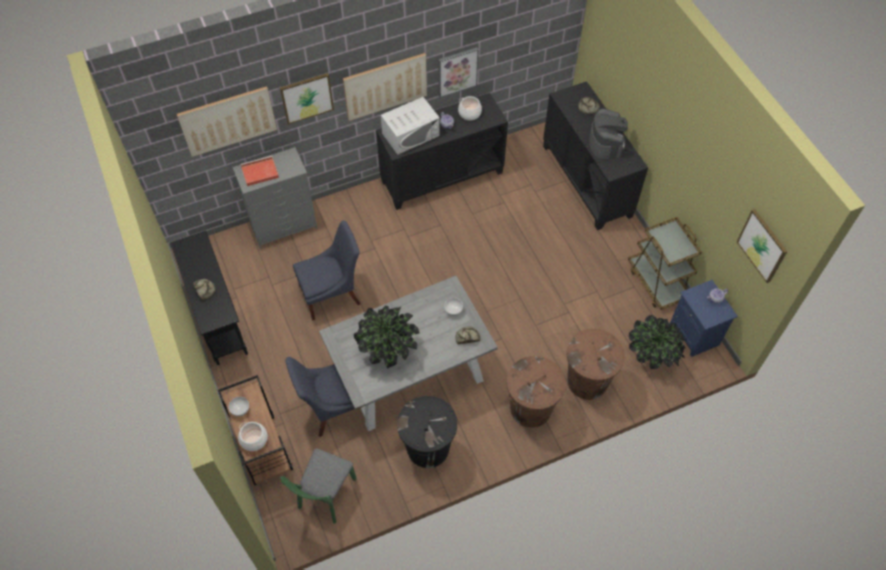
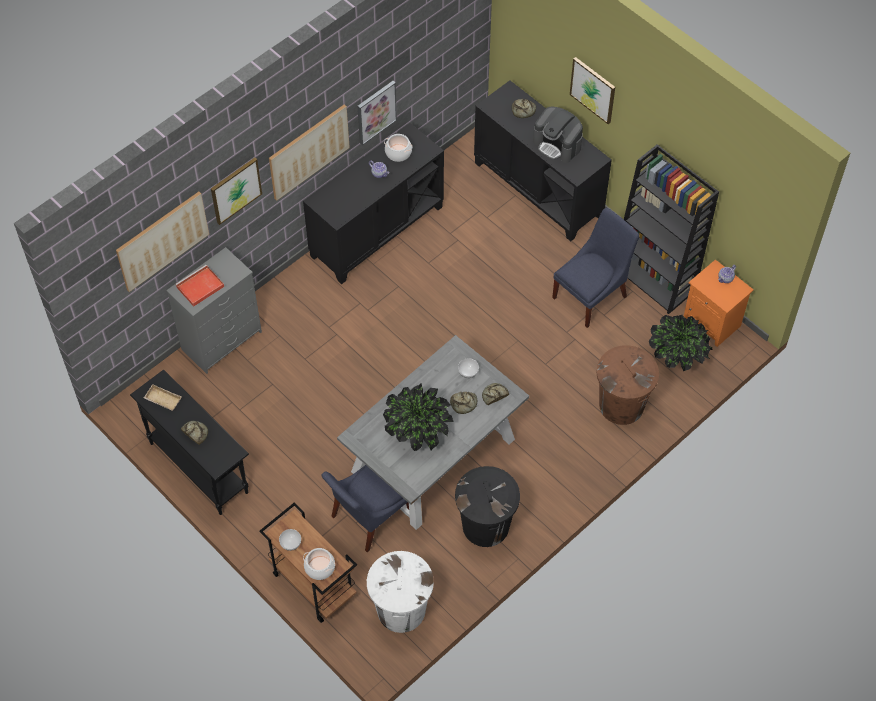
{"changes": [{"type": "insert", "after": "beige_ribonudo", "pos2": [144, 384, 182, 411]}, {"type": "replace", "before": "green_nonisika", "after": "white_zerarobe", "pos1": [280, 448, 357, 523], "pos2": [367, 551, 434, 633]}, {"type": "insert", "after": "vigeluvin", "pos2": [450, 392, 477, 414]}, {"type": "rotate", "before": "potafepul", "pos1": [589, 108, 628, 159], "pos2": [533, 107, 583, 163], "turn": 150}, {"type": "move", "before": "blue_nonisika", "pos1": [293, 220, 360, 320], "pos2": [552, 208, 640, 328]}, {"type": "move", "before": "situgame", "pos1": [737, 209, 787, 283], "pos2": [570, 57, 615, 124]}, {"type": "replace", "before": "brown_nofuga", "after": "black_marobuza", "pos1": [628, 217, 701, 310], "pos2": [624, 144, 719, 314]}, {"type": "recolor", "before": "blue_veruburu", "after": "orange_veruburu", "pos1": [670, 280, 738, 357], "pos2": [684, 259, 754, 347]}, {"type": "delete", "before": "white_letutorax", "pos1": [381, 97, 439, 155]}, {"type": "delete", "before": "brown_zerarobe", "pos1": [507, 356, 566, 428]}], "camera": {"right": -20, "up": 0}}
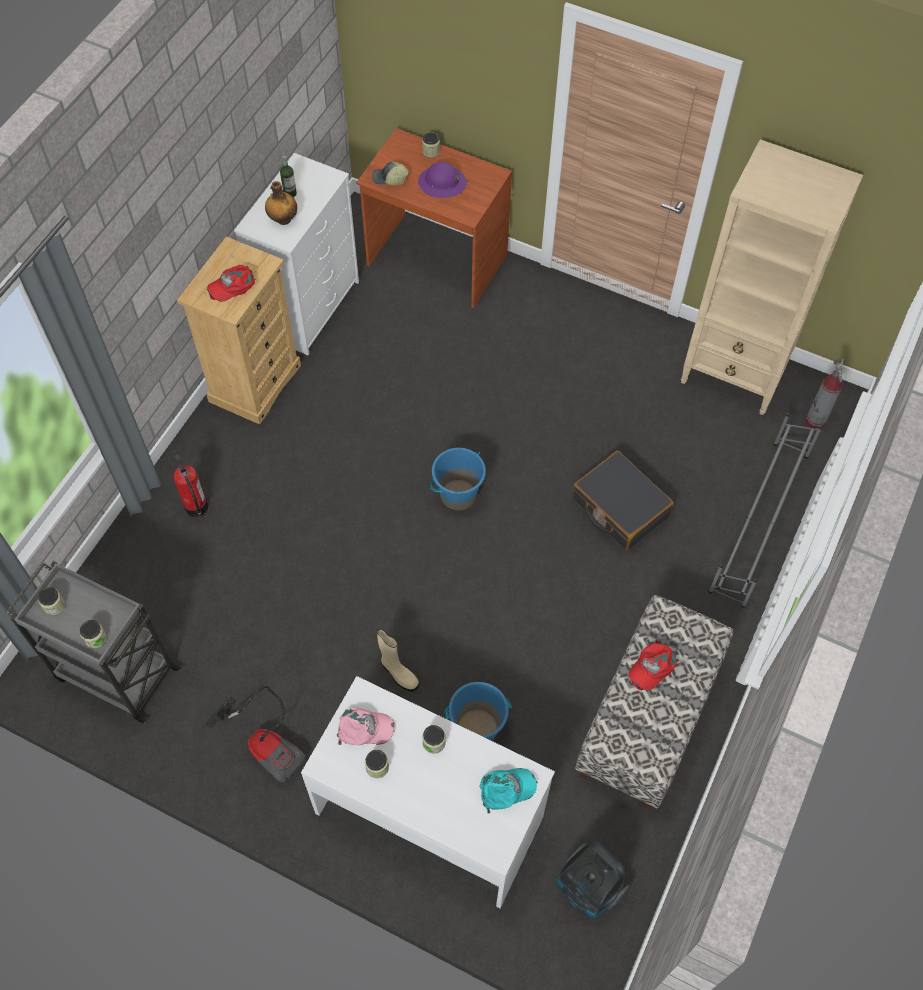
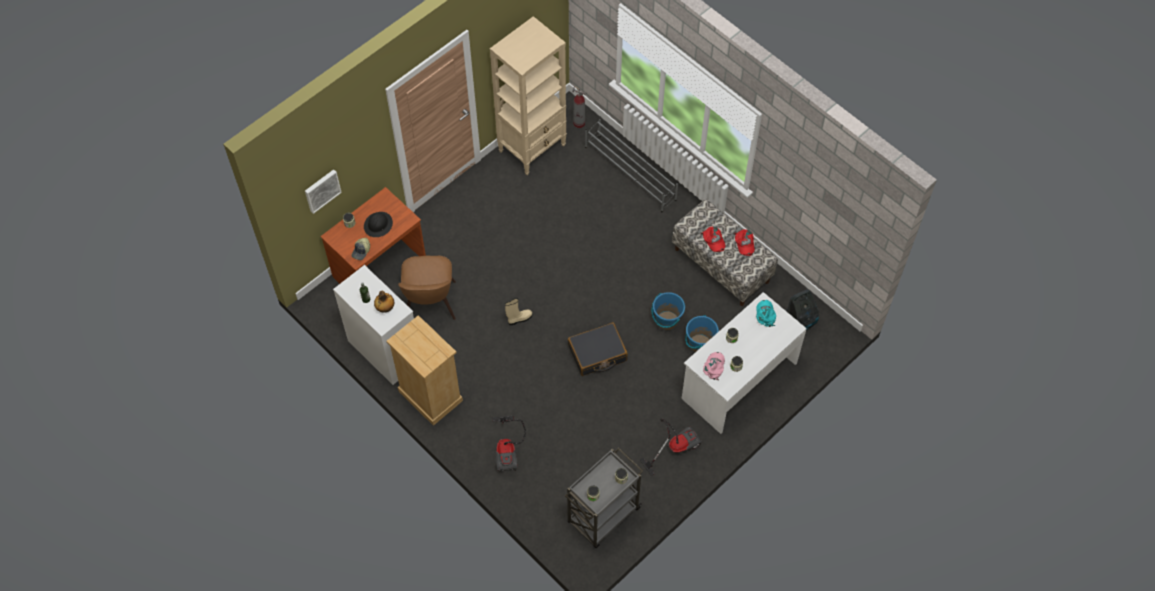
{"changes": [{"type": "insert", "after": "situgame", "pos2": [305, 169, 342, 214]}, {"type": "recolor", "before": "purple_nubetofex", "after": "black_nubetofex", "pos1": [418, 162, 467, 198], "pos2": [364, 212, 393, 237]}, {"type": "insert", "after": "brown_nonisika", "pos2": [398, 256, 456, 320]}, {"type": "replace", "before": "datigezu", "after": "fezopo", "pos1": [173, 450, 208, 518], "pos2": [492, 416, 526, 472]}, {"type": "move", "before": "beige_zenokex", "pos1": [377, 629, 419, 692], "pos2": [505, 298, 532, 325]}, {"type": "move", "before": "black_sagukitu", "pos1": [572, 450, 674, 551], "pos2": [568, 323, 628, 376]}, {"type": "move", "before": "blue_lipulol", "pos1": [430, 448, 486, 510], "pos2": [652, 292, 685, 330]}, {"type": "move", "before": "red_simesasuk", "pos1": [207, 265, 255, 302], "pos2": [734, 229, 755, 256]}], "camera": {"right": -70, "up": 0}}
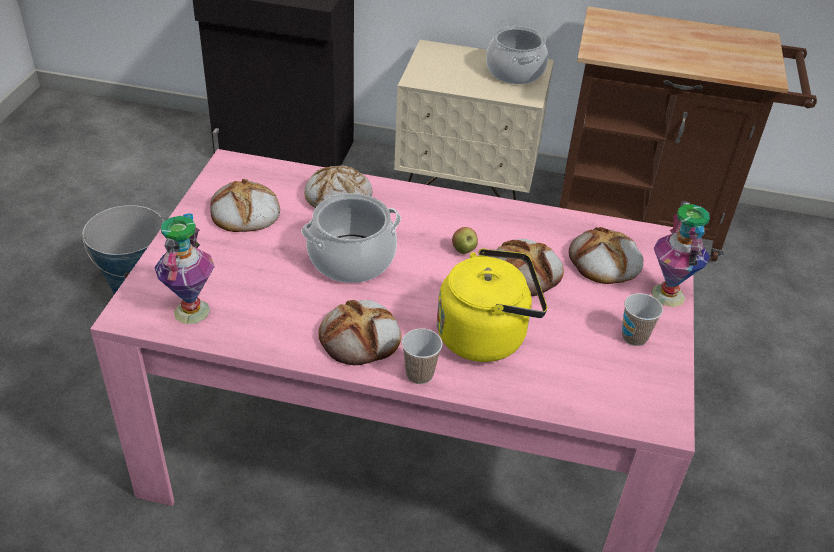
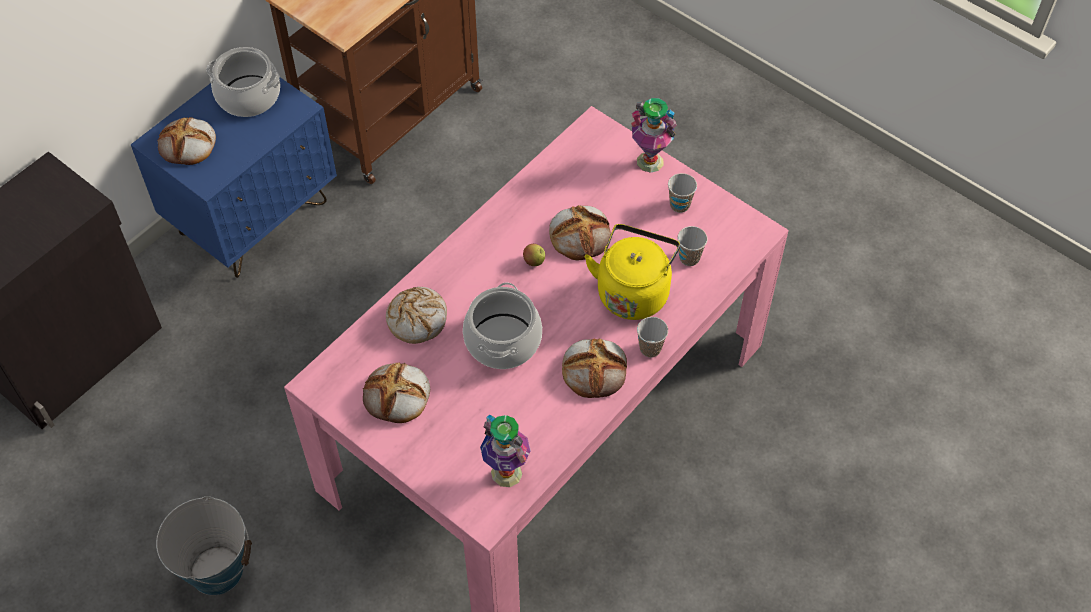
{"changes": [{"type": "recolor", "before": "beige_veruburu", "after": "blue_veruburu", "pos1": [394, 40, 554, 200], "pos2": [131, 77, 337, 278]}, {"type": "move", "before": "vigeluvin", "pos1": [569, 227, 643, 284], "pos2": [157, 117, 216, 165]}, {"type": "insert", "after": "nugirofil", "pos2": [677, 226, 708, 266]}], "camera": {"right": -60, "up": 15}}
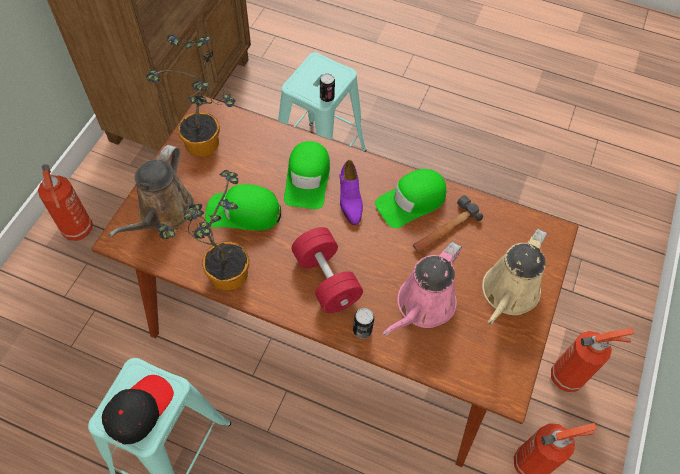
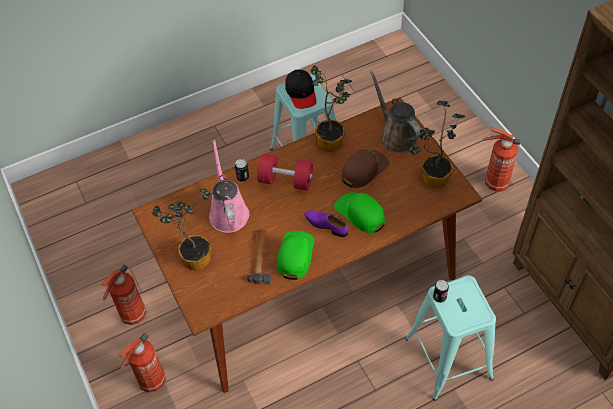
{"changes": [{"type": "replace", "before": "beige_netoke", "after": "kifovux", "pos1": [482, 229, 547, 325], "pos2": [152, 188, 212, 270]}, {"type": "recolor", "before": "green_simesasuk", "after": "brown_simesasuk", "pos1": [205, 184, 281, 231], "pos2": [342, 149, 390, 188]}], "camera": {"right": 135, "up": -5}}
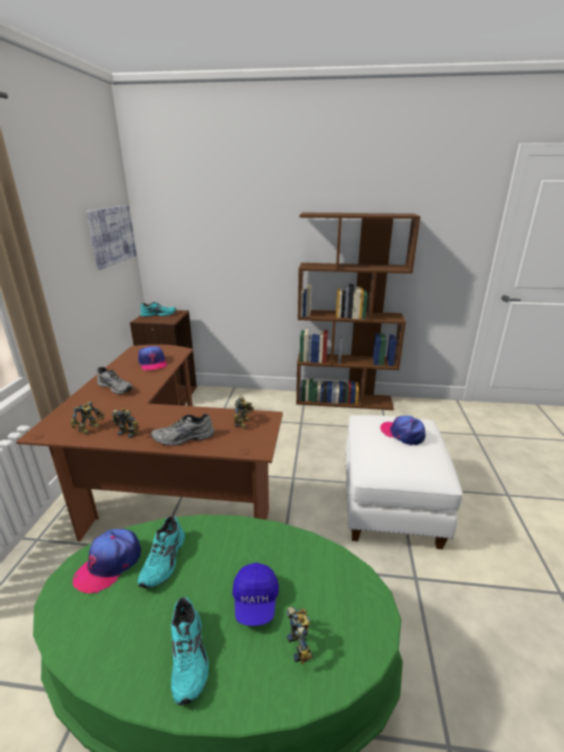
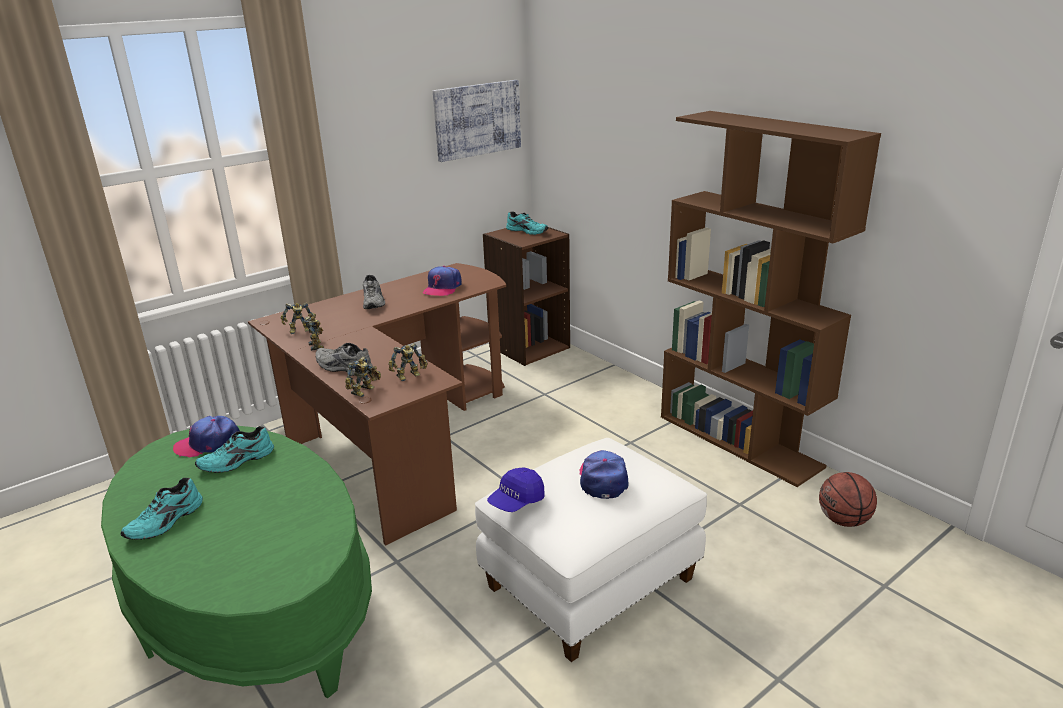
{"changes": [{"type": "move", "before": "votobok", "pos1": [287, 607, 313, 664], "pos2": [345, 356, 381, 397]}, {"type": "move", "before": "blue_simesasuk", "pos1": [232, 563, 279, 626], "pos2": [487, 467, 545, 512]}, {"type": "insert", "after": "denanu", "pos2": [819, 472, 877, 527]}], "camera": {"right": 45, "up": 0}}
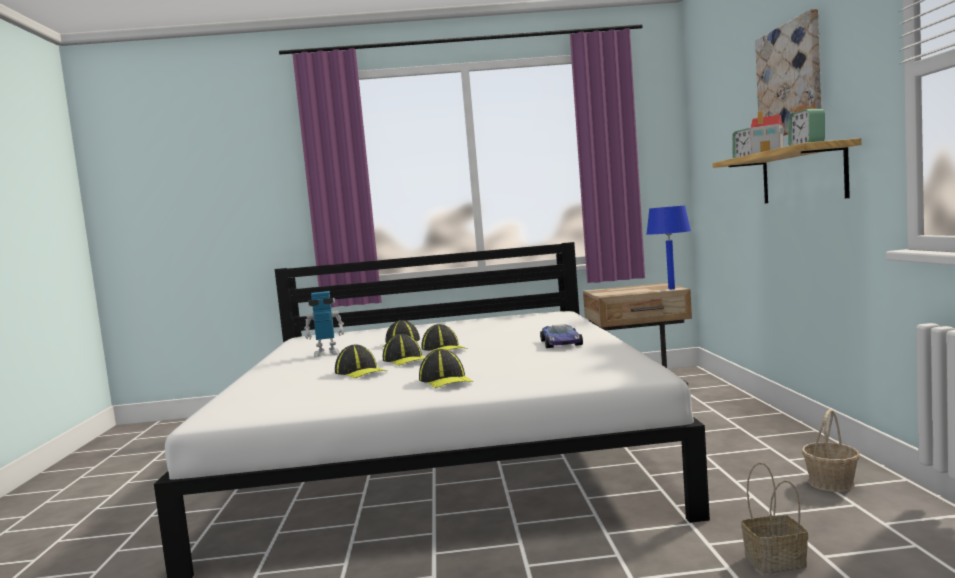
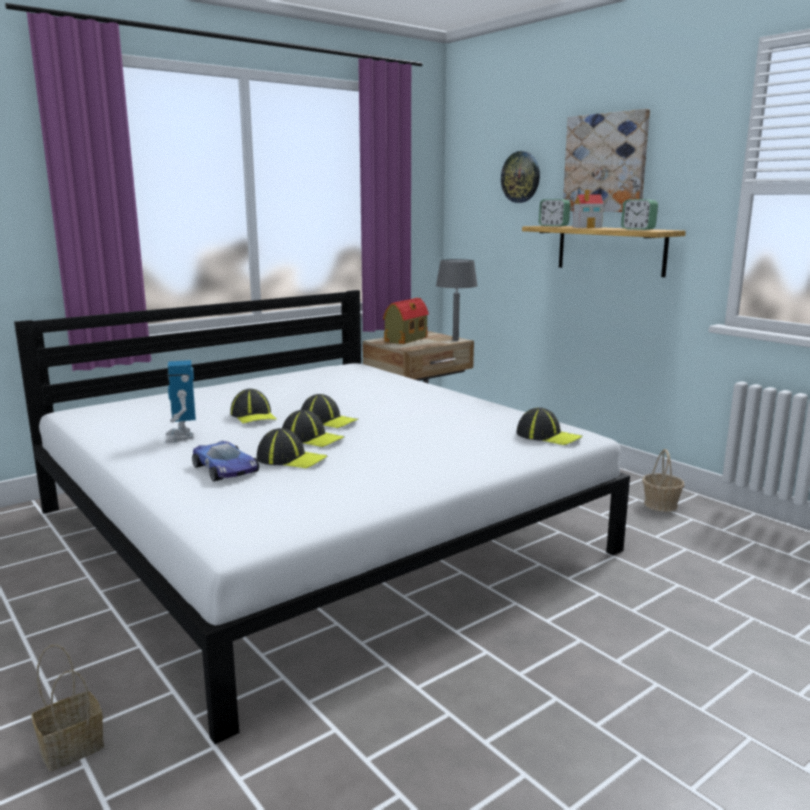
{"changes": [{"type": "move", "before": "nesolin", "pos1": [741, 463, 808, 574], "pos2": [31, 644, 104, 771]}, {"type": "rotate", "before": "votobok", "pos1": [304, 291, 344, 358], "pos2": [165, 360, 196, 443], "turn": 120}, {"type": "move", "before": "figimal", "pos1": [540, 324, 583, 348], "pos2": [192, 441, 259, 481]}, {"type": "insert", "after": "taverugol", "pos2": [383, 298, 429, 344]}, {"type": "recolor", "before": "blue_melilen", "after": "grey_melilen", "pos1": [647, 206, 691, 289], "pos2": [436, 259, 478, 341]}, {"type": "insert", "after": "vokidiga", "pos2": [501, 151, 540, 203]}, {"type": "move", "before": "simesasuk", "pos1": [419, 349, 474, 388], "pos2": [517, 407, 583, 445]}], "camera": {"right": -35, "up": 10}}
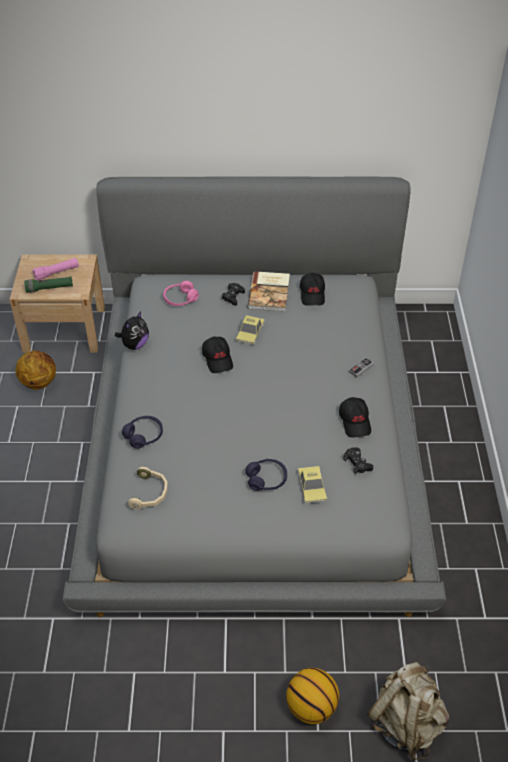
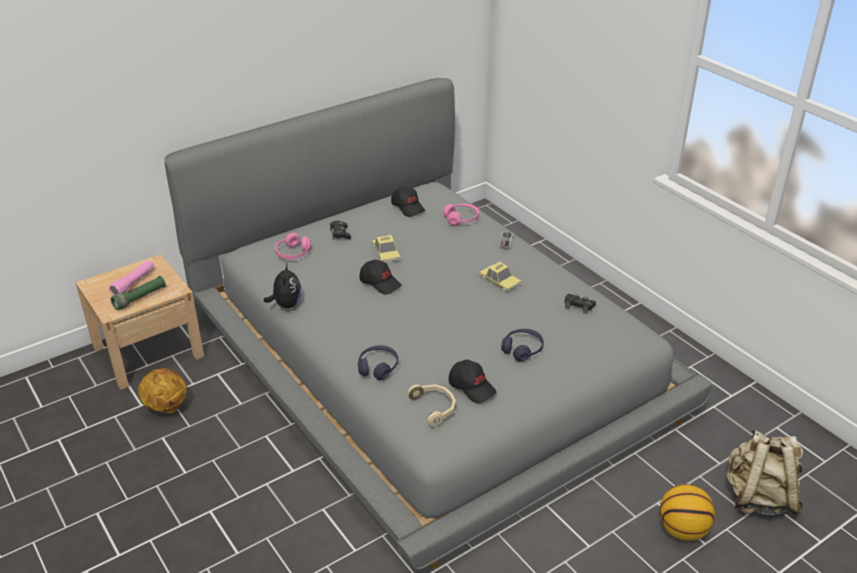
{"changes": [{"type": "insert", "after": "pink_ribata", "pos2": [443, 204, 479, 226]}, {"type": "move", "before": "black_simesasuk", "pos1": [339, 397, 371, 438], "pos2": [449, 360, 496, 403]}, {"type": "move", "before": "figimal", "pos1": [298, 466, 327, 504], "pos2": [479, 262, 522, 292]}, {"type": "delete", "before": "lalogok", "pos1": [248, 271, 290, 312]}], "camera": {"right": -35, "up": -10}}
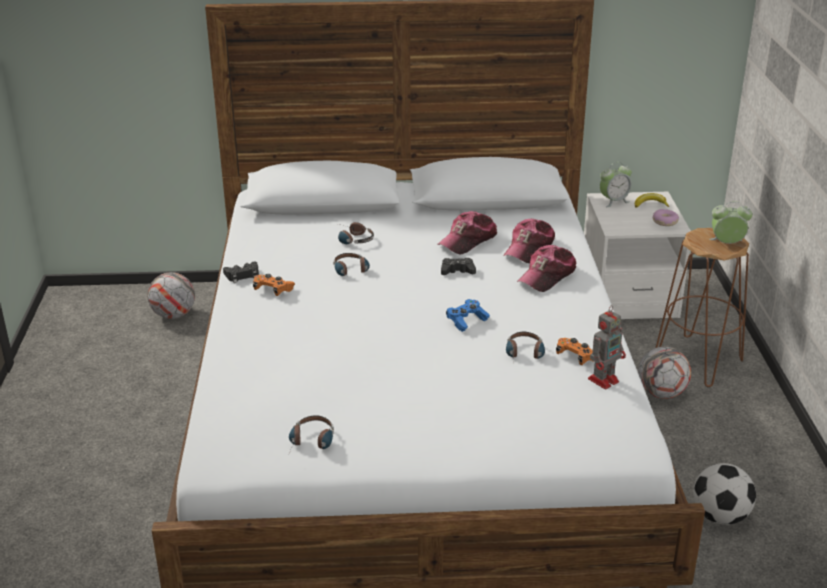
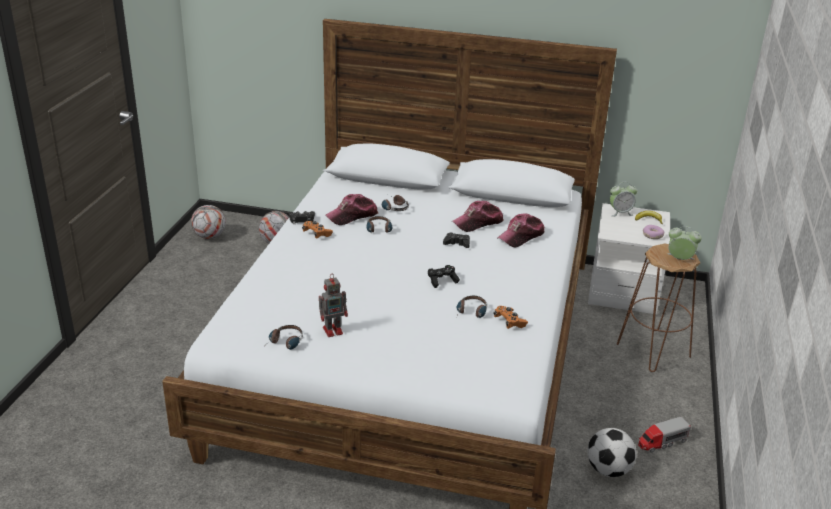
{"changes": [{"type": "move", "before": "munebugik", "pos1": [638, 347, 691, 399], "pos2": [191, 205, 226, 239]}, {"type": "move", "before": "votobok", "pos1": [588, 305, 626, 389], "pos2": [319, 274, 348, 337]}, {"type": "move", "before": "simesasuk", "pos1": [517, 245, 576, 292], "pos2": [326, 194, 378, 225]}, {"type": "recolor", "before": "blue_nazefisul", "after": "black_nazefisul", "pos1": [446, 299, 490, 332], "pos2": [428, 265, 460, 288]}, {"type": "insert", "after": "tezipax", "pos2": [638, 417, 691, 453]}], "camera": {"right": 15, "up": 0}}
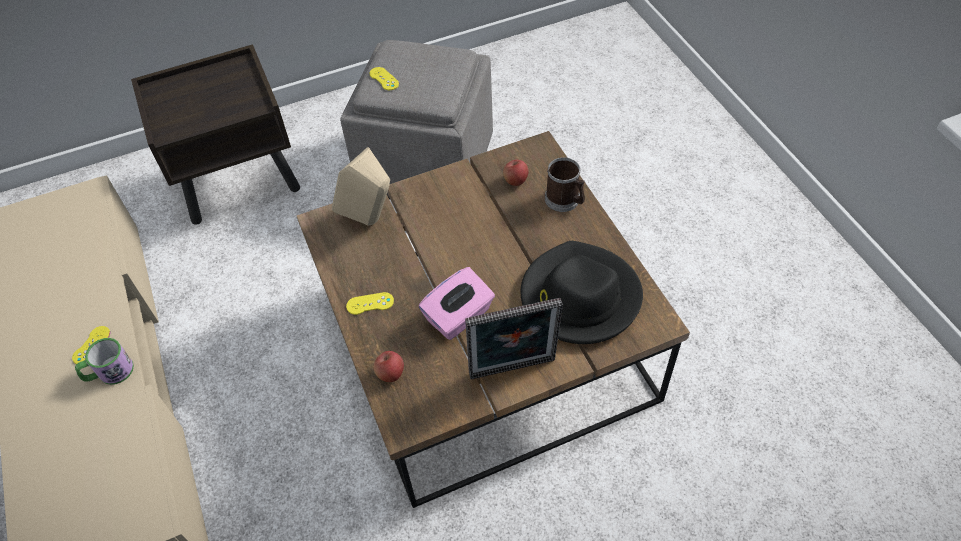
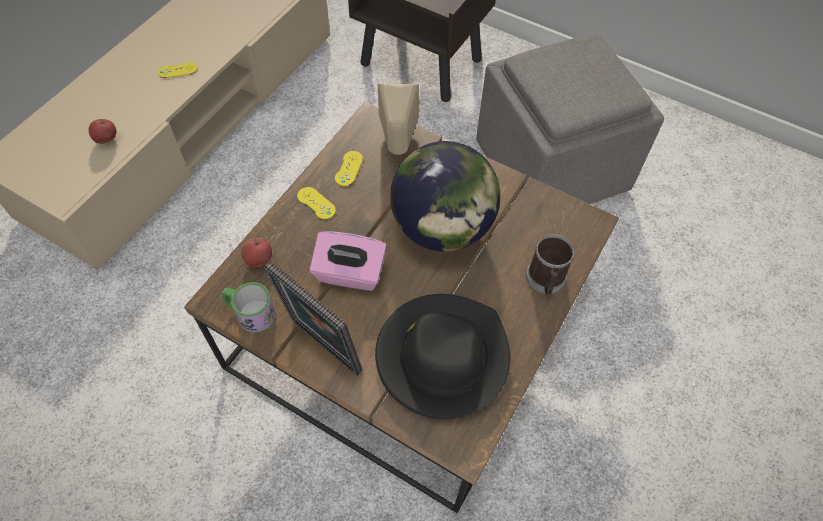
{"changes": [{"type": "move", "before": "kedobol", "pos1": [503, 160, 529, 186], "pos2": [89, 119, 116, 144]}, {"type": "move", "before": "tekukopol", "pos1": [75, 338, 134, 385], "pos2": [221, 282, 276, 333]}, {"type": "move", "before": "yellow_nazefisul", "pos1": [369, 67, 399, 90], "pos2": [335, 151, 363, 186]}, {"type": "insert", "after": "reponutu", "pos2": [390, 141, 500, 252]}], "camera": {"right": 50, "up": 5}}
